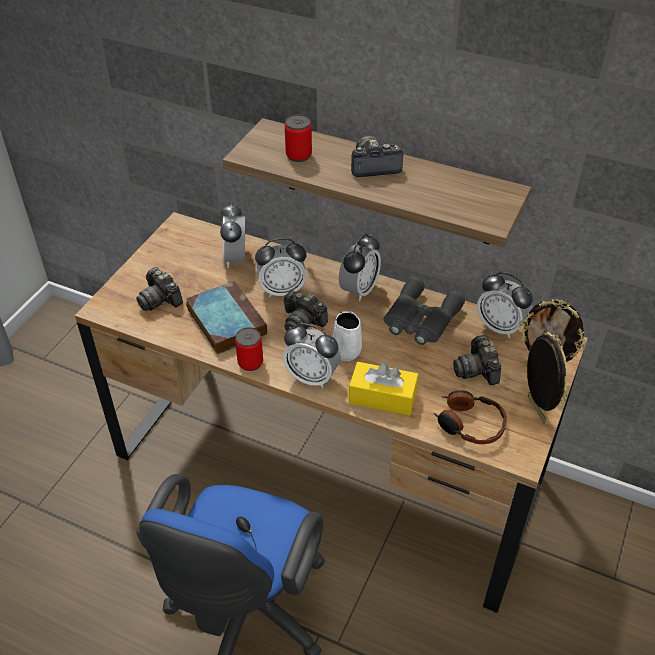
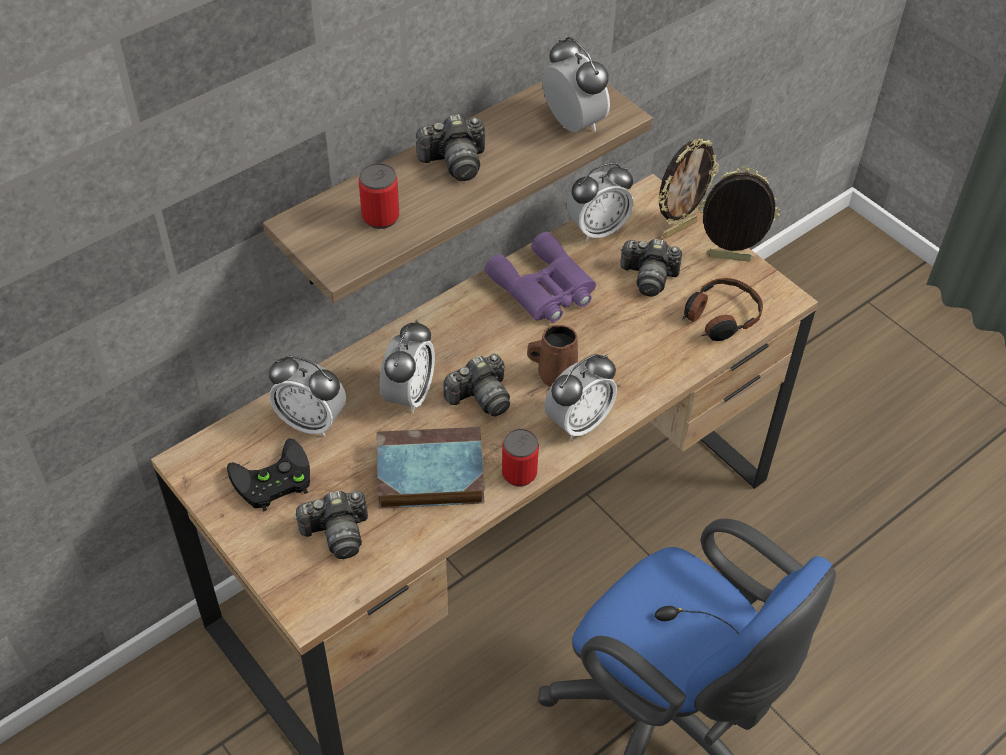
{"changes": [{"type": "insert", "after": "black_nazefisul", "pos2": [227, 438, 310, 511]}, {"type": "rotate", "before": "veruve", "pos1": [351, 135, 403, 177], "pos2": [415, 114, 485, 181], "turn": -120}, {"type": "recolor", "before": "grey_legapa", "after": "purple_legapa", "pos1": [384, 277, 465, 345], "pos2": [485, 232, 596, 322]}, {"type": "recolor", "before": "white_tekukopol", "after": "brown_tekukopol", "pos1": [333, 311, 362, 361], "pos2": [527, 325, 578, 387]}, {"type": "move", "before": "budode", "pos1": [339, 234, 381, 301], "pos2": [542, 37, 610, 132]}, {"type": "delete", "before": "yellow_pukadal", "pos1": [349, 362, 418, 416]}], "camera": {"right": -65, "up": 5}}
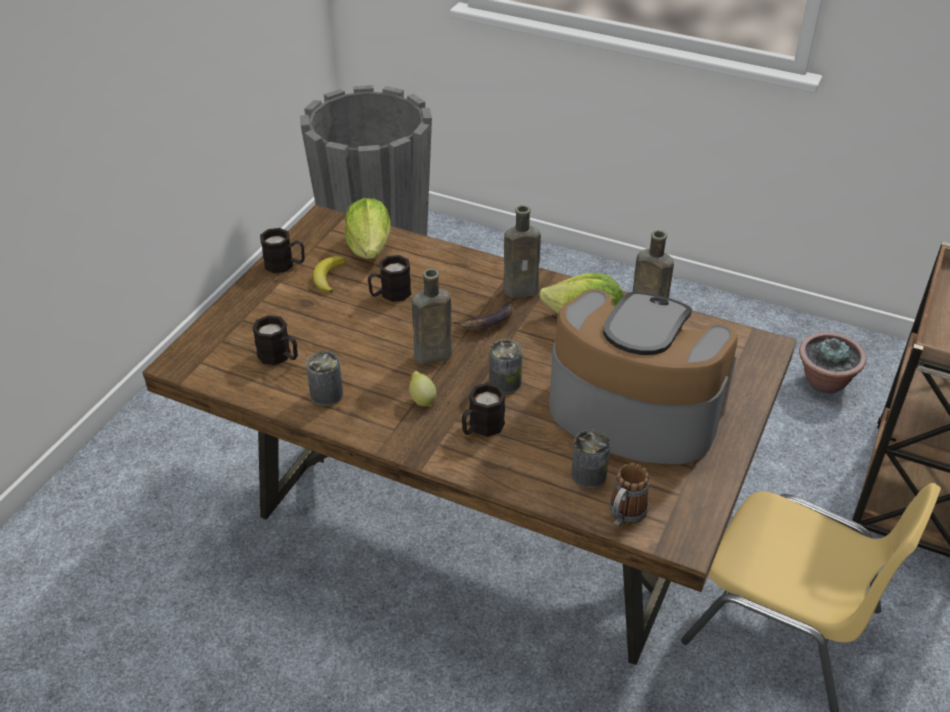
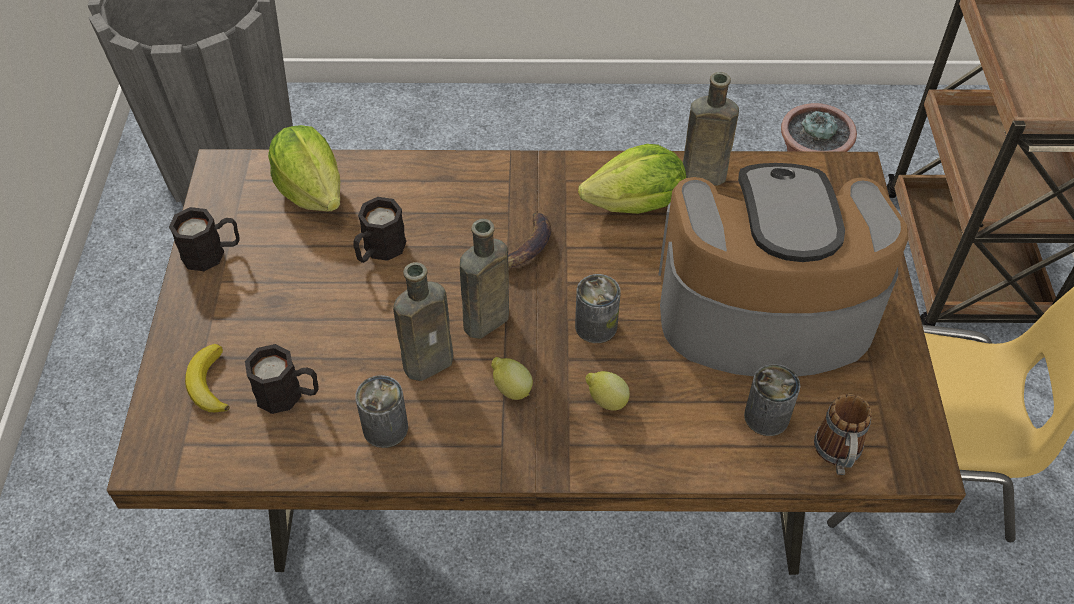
{"changes": [{"type": "move", "before": "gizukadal", "pos1": [313, 256, 345, 293], "pos2": [185, 344, 230, 412]}, {"type": "move", "before": "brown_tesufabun", "pos1": [504, 205, 541, 298], "pos2": [393, 262, 453, 381]}, {"type": "replace", "before": "black_tekukopol", "after": "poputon", "pos1": [462, 383, 506, 437], "pos2": [586, 371, 630, 411]}], "camera": {"right": -25, "up": 10}}
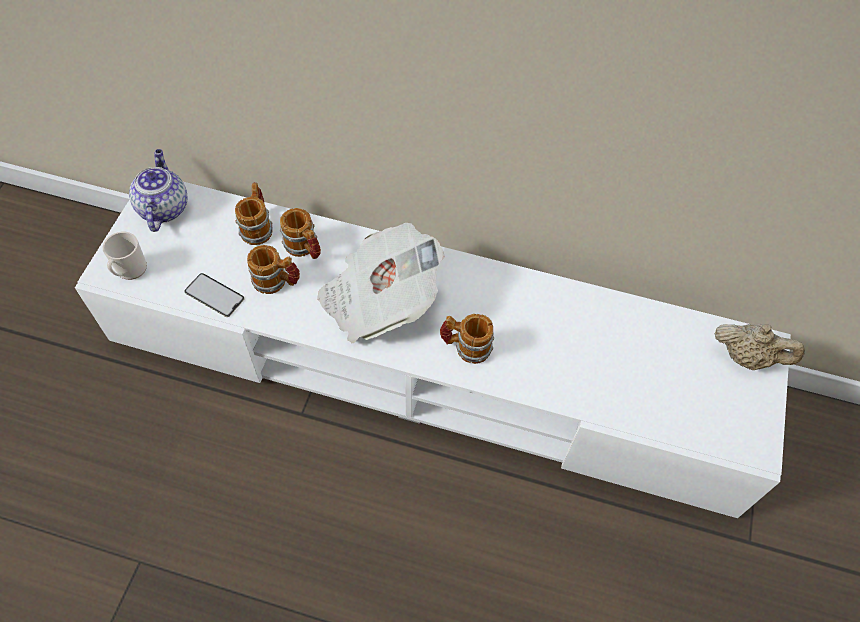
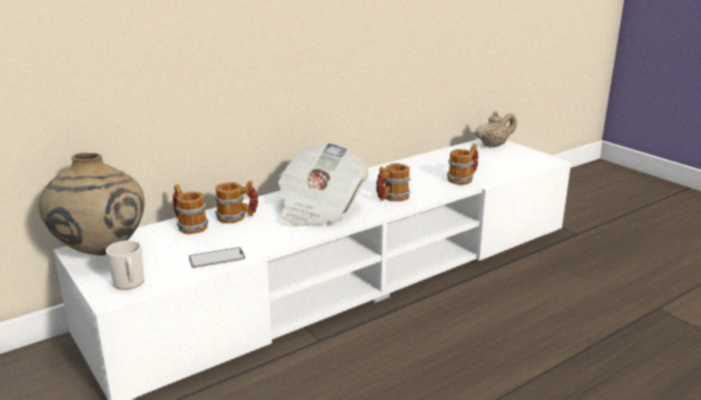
{"changes": [{"type": "replace", "before": "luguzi", "after": "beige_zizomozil", "pos1": [129, 149, 187, 232], "pos2": [39, 153, 145, 256]}, {"type": "move", "before": "tekukopol", "pos1": [247, 245, 300, 294], "pos2": [447, 144, 478, 185]}], "camera": {"right": -50, "up": -35}}
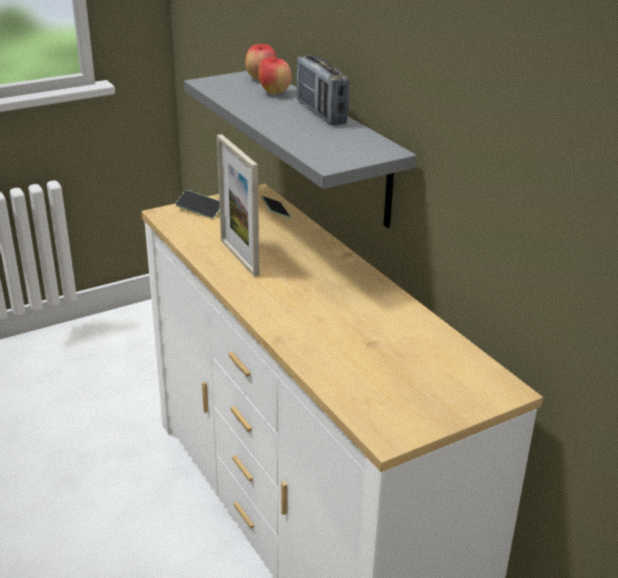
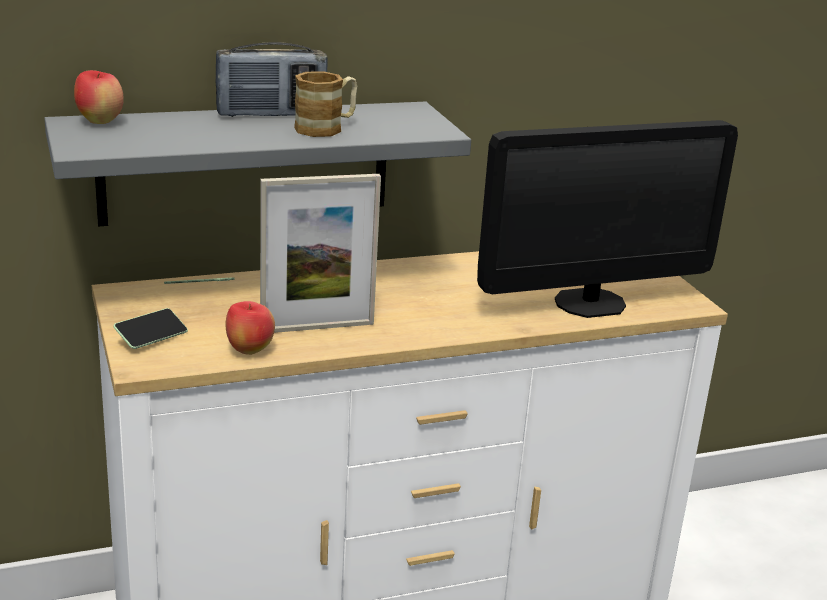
{"changes": [{"type": "move", "before": "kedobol", "pos1": [258, 57, 292, 94], "pos2": [225, 301, 275, 355]}, {"type": "insert", "after": "tekukopol", "pos2": [294, 71, 357, 137]}, {"type": "insert", "after": "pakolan", "pos2": [477, 120, 738, 318]}], "camera": {"right": -80, "up": -5}}
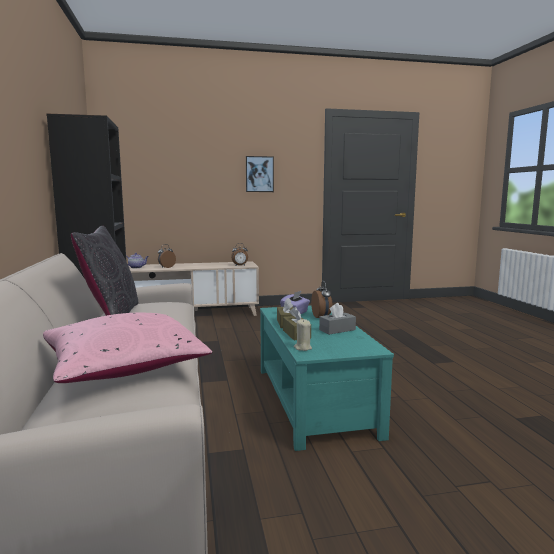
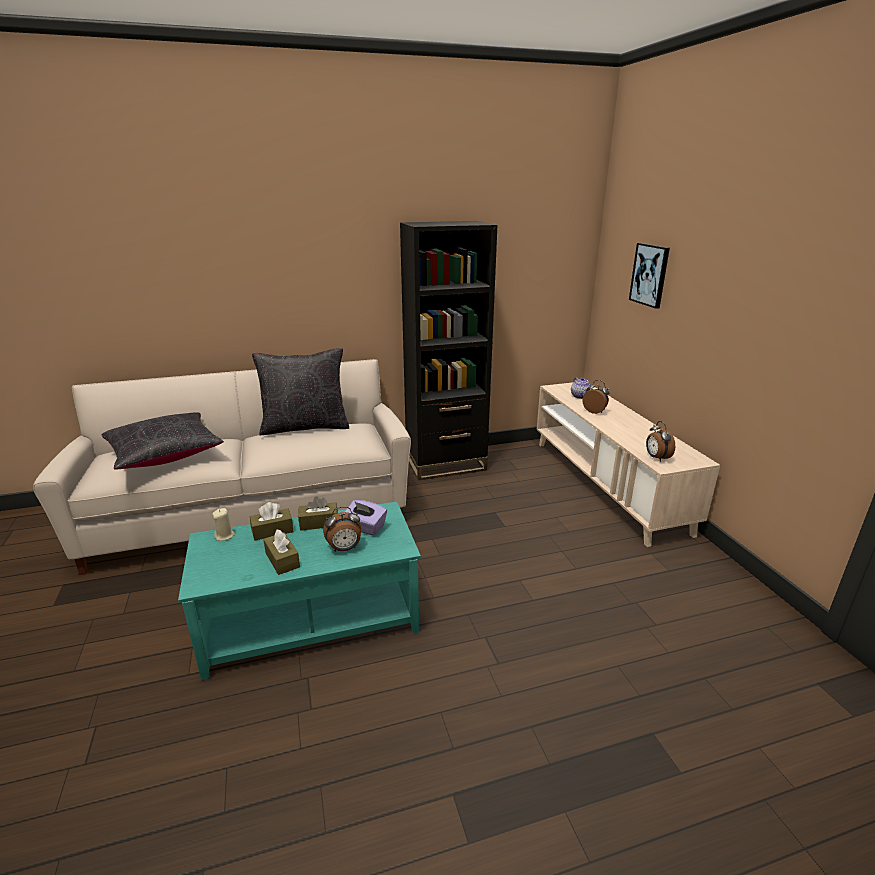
{"changes": [{"type": "recolor", "before": "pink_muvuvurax", "after": "black_muvuvurax", "pos1": [43, 312, 212, 383], "pos2": [102, 412, 224, 469]}, {"type": "recolor", "before": "grey_pukadal", "after": "brown_pukadal", "pos1": [319, 303, 356, 335], "pos2": [263, 530, 300, 575]}, {"type": "move", "before": "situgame", "pos1": [246, 156, 274, 192], "pos2": [629, 243, 670, 309]}], "camera": {"right": 85, "up": 15}}
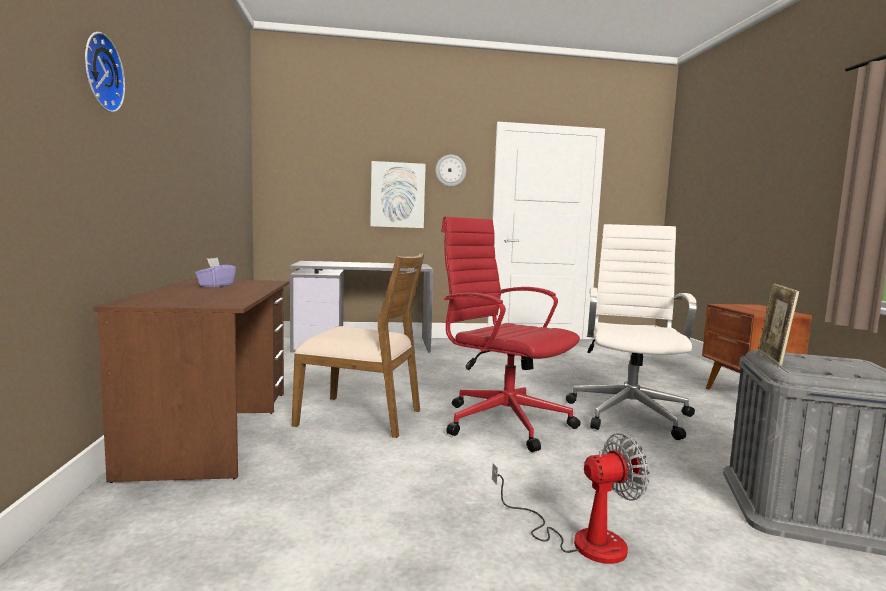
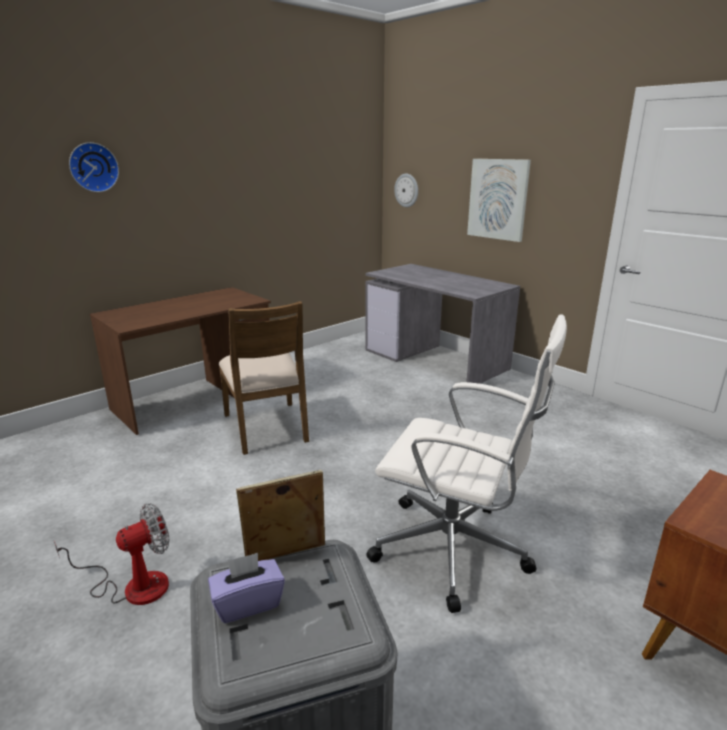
{"changes": [{"type": "rotate", "before": "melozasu", "pos1": [492, 433, 650, 564], "pos2": [54, 503, 169, 605], "turn": -75}, {"type": "move", "before": "purple_pukadal", "pos1": [195, 258, 236, 287], "pos2": [208, 553, 285, 623]}, {"type": "rotate", "before": "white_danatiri", "pos1": [566, 224, 697, 440], "pos2": [366, 314, 567, 613], "turn": 45}, {"type": "move", "before": "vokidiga", "pos1": [435, 155, 466, 187], "pos2": [394, 174, 418, 207]}, {"type": "delete", "before": "red_danatiri", "pos1": [441, 216, 581, 452]}], "camera": {"right": 55, "up": 15}}
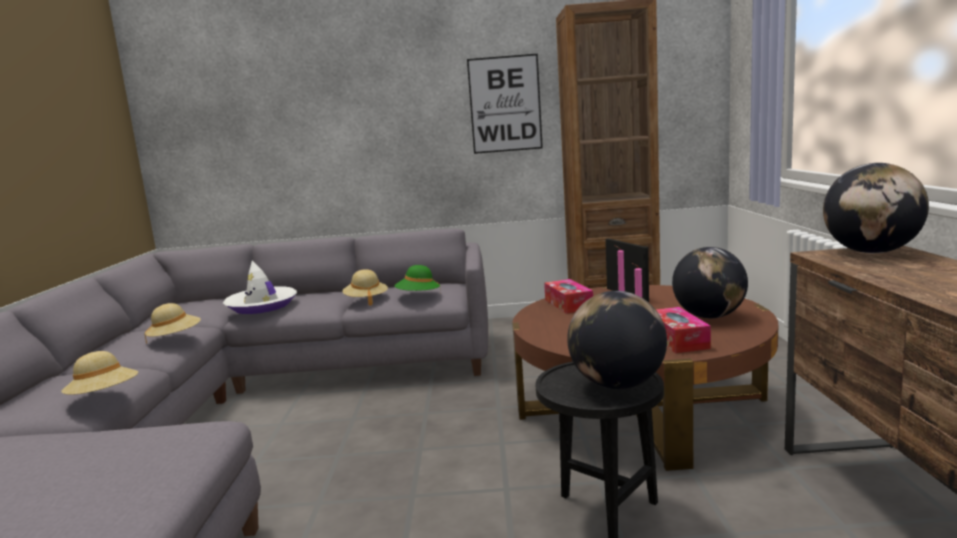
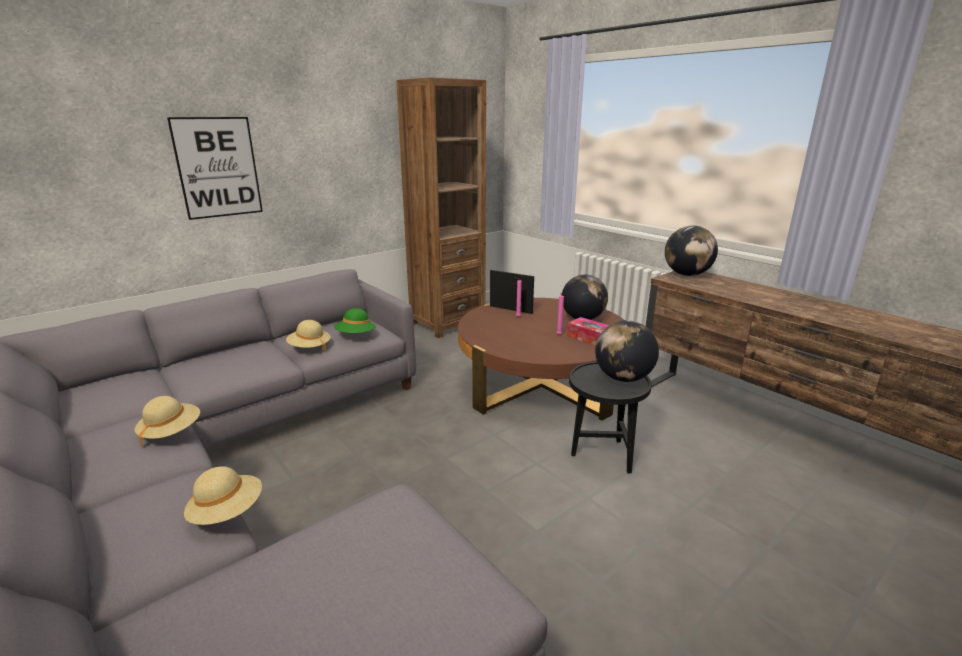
{"changes": [{"type": "move", "before": "situgame", "pos1": [467, 54, 543, 154], "pos2": [167, 117, 263, 220]}, {"type": "delete", "before": "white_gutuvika", "pos1": [223, 261, 297, 314]}, {"type": "delete", "before": "pukadal", "pos1": [544, 279, 593, 314]}], "camera": {"right": -40, "up": 10}}
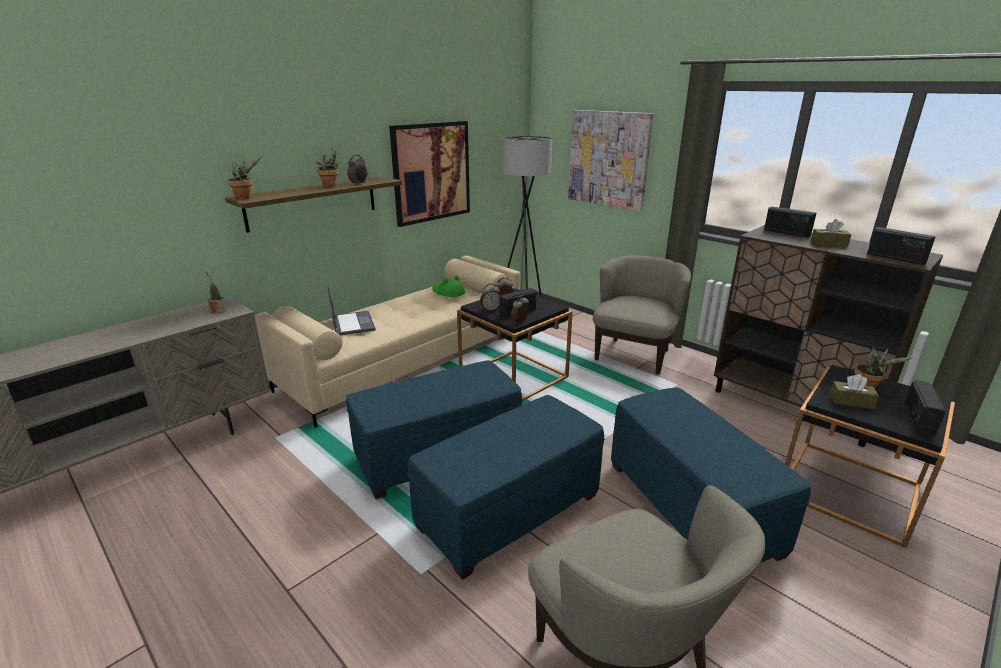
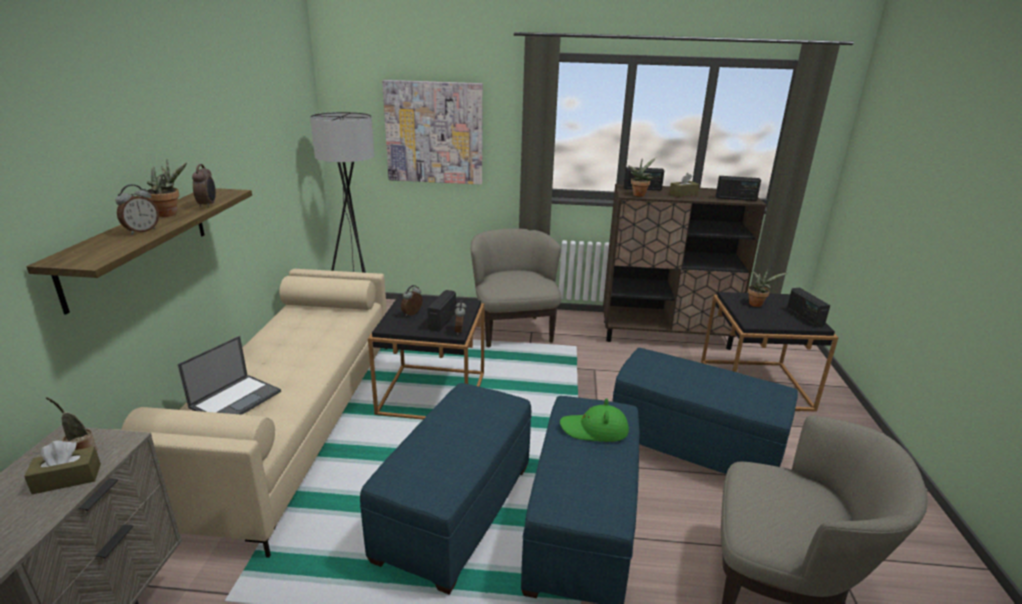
{"changes": [{"type": "move", "before": "brown_pukadal", "pos1": [830, 374, 879, 409], "pos2": [24, 441, 101, 494]}, {"type": "move", "before": "budode", "pos1": [480, 283, 501, 311], "pos2": [115, 185, 159, 235]}, {"type": "rotate", "before": "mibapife", "pos1": [328, 285, 376, 336], "pos2": [178, 336, 281, 415], "turn": 90}, {"type": "move", "before": "green_gutuvika", "pos1": [432, 276, 465, 297], "pos2": [560, 398, 629, 442]}, {"type": "move", "before": "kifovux", "pos1": [228, 156, 262, 199], "pos2": [628, 158, 656, 197]}, {"type": "delete", "before": "situgame", "pos1": [389, 121, 470, 227]}], "camera": {"right": -40, "up": 0}}
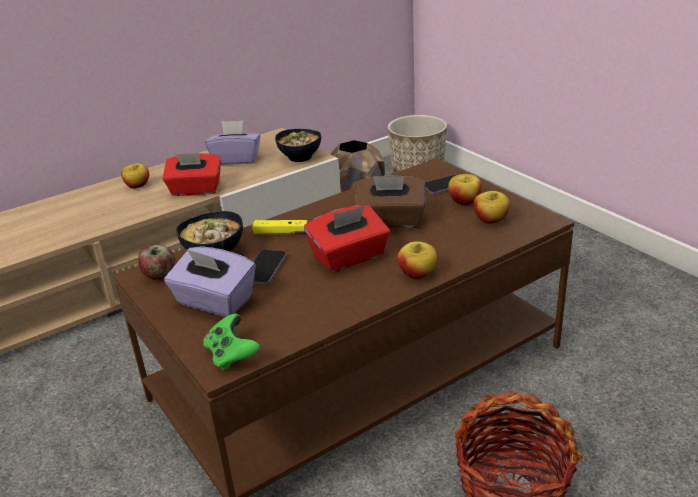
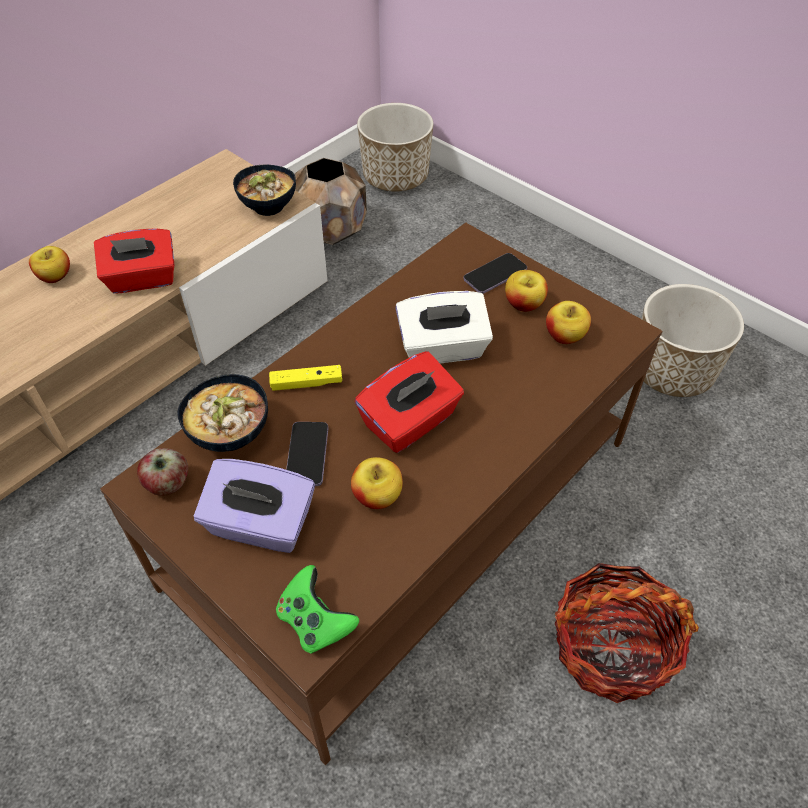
{"changes": [{"type": "move", "before": "kedobol", "pos1": [398, 241, 437, 279], "pos2": [351, 457, 403, 509]}, {"type": "recolor", "before": "brown_pukadal", "after": "white_pukadal", "pos1": [355, 175, 425, 228], "pos2": [396, 291, 493, 364]}, {"type": "insert", "after": "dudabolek", "pos2": [642, 284, 744, 397]}, {"type": "delete", "before": "purple_pukadal", "pos1": [205, 120, 261, 165]}], "camera": {"right": -15, "up": 20}}
